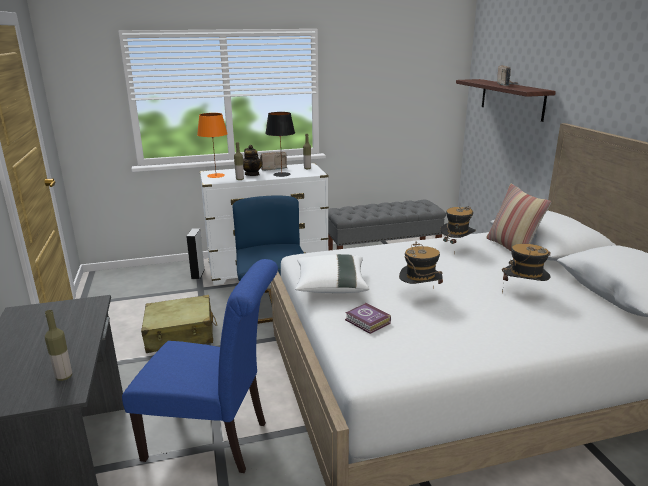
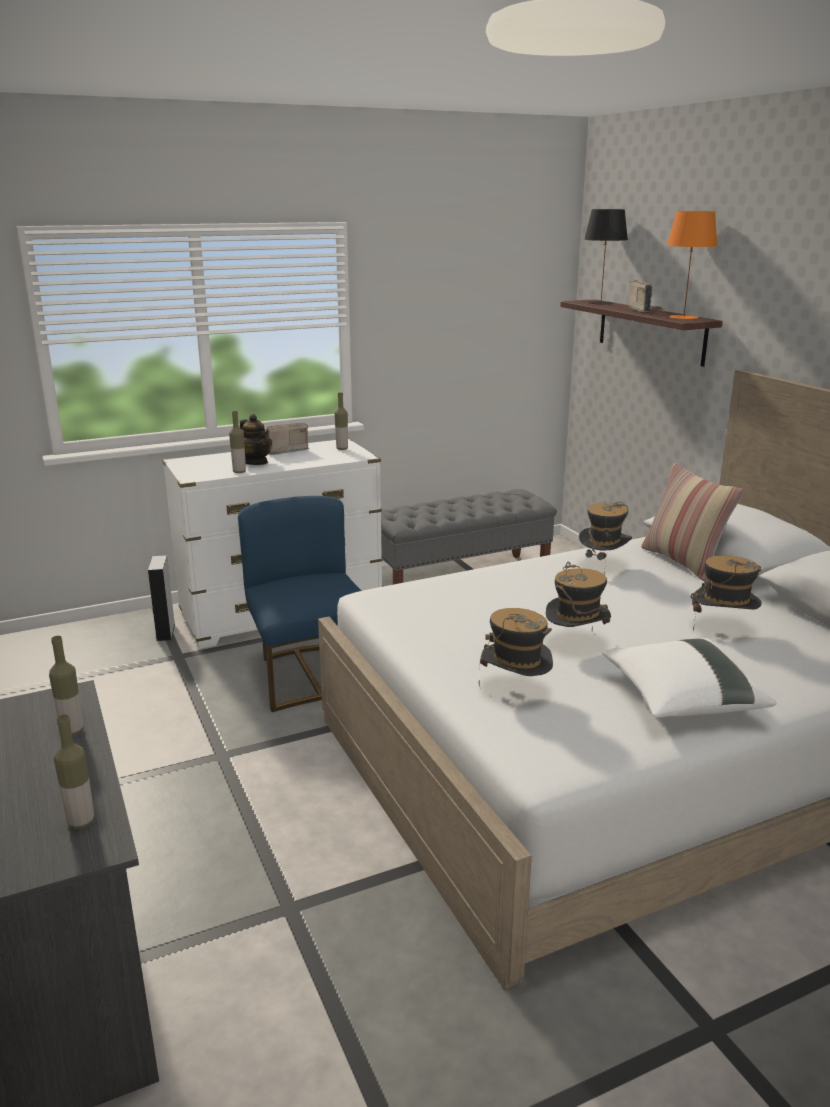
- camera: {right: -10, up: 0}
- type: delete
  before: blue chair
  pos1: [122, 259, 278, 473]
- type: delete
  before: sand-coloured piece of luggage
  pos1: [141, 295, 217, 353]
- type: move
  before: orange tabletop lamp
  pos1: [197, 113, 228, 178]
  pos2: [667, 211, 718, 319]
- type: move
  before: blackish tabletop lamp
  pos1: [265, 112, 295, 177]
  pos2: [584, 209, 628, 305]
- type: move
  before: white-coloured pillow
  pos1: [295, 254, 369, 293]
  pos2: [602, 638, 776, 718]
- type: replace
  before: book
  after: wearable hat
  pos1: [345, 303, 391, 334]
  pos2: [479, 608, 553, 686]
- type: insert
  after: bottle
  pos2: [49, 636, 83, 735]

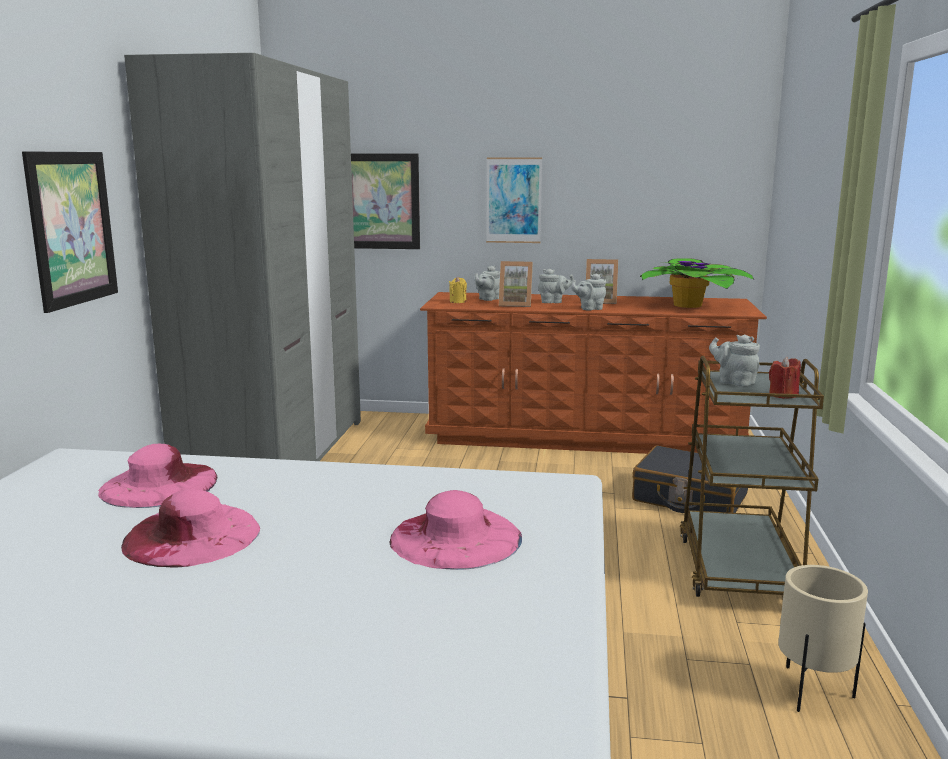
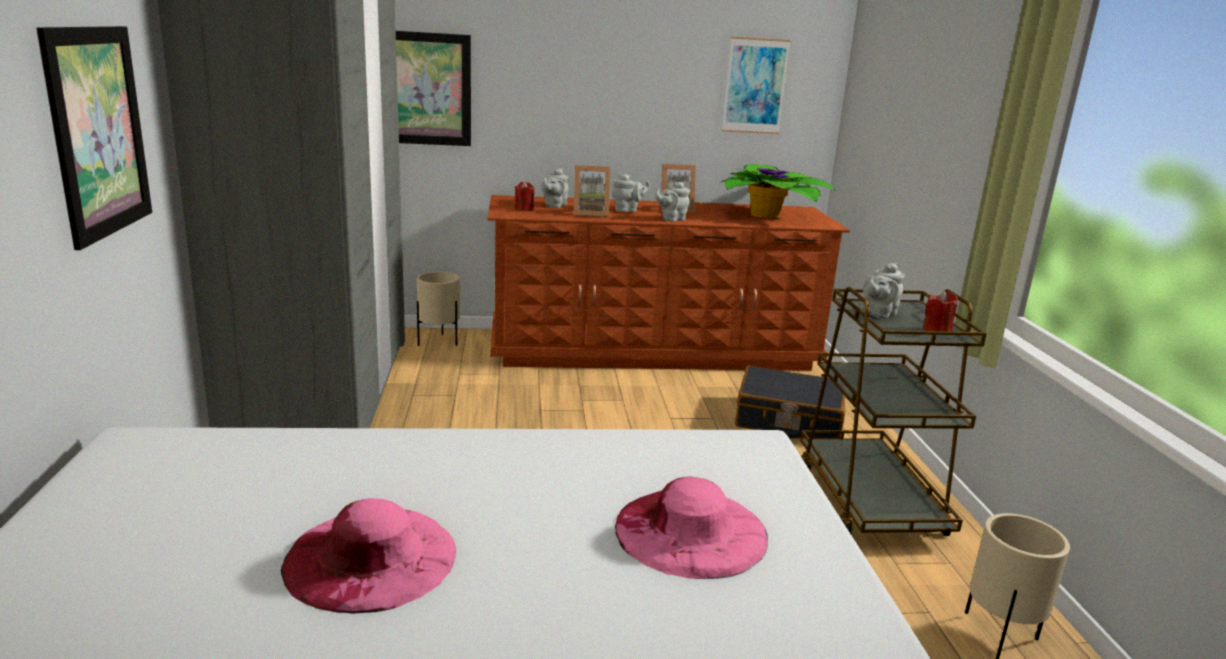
- camera: {right: -15, up: 5}
- type: delete
  before: pink wearable hat
  pos1: [98, 444, 218, 508]
- type: recolor
  before: yellow wax candle
  after: reddish wax candle
  pos1: [449, 277, 467, 303]
  pos2: [515, 181, 535, 211]
- type: move
  before: picture
  pos1: [486, 157, 542, 243]
  pos2: [722, 37, 791, 134]
- type: rotate
  before: grey tea pot
  pos1: [709, 334, 760, 387]
  pos2: [863, 263, 905, 319]
  turn: -75
- type: insert
  after: sand-coloured plant pot
  pos2: [417, 272, 460, 346]

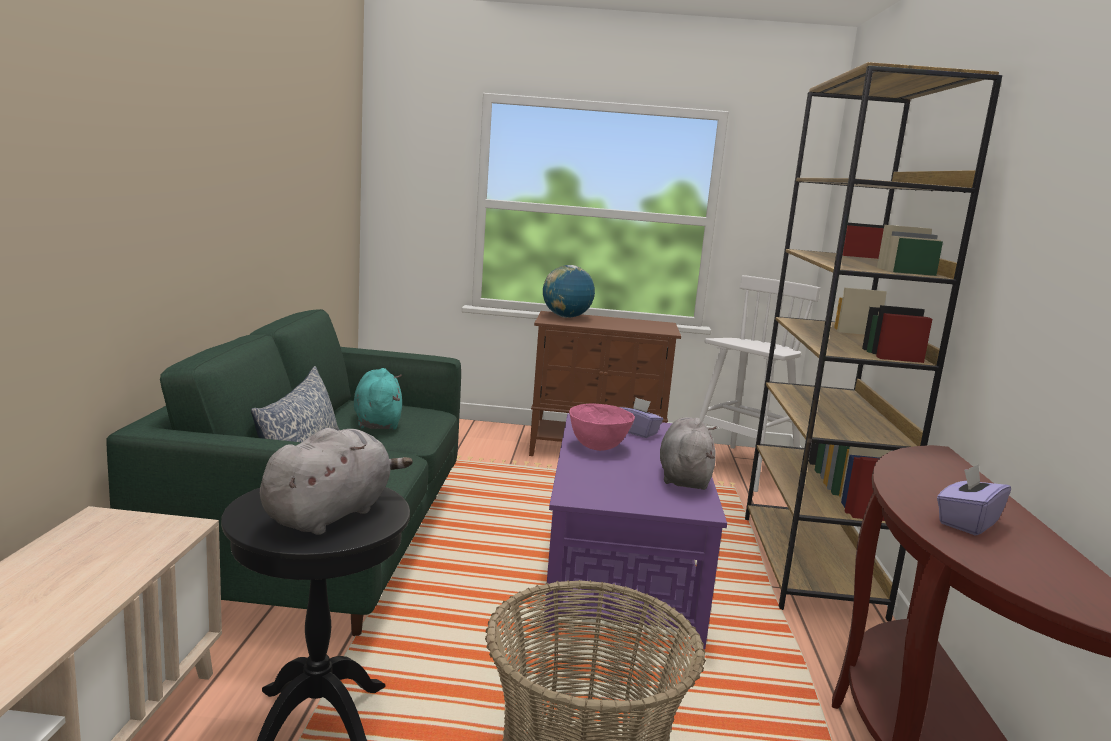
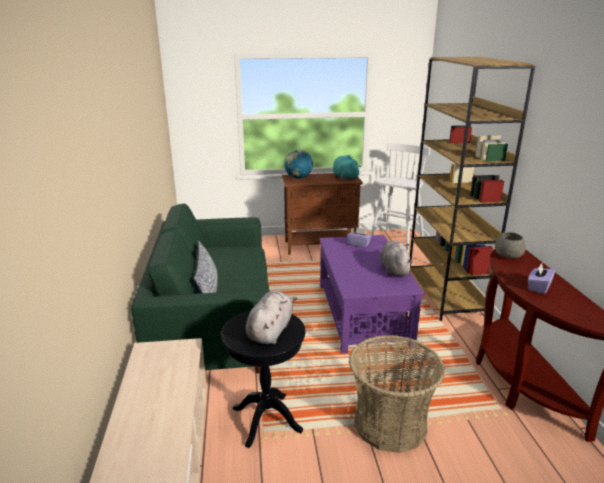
- camera: {right: -10, up: 10}
- type: move
  before: blue-green plush toy
  pos1: [354, 368, 402, 430]
  pos2: [333, 155, 361, 181]
- type: delete
  before: pink deep dish
  pos1: [569, 403, 635, 451]
- type: insert
  after: grey deep dish
  pos2: [495, 232, 526, 259]

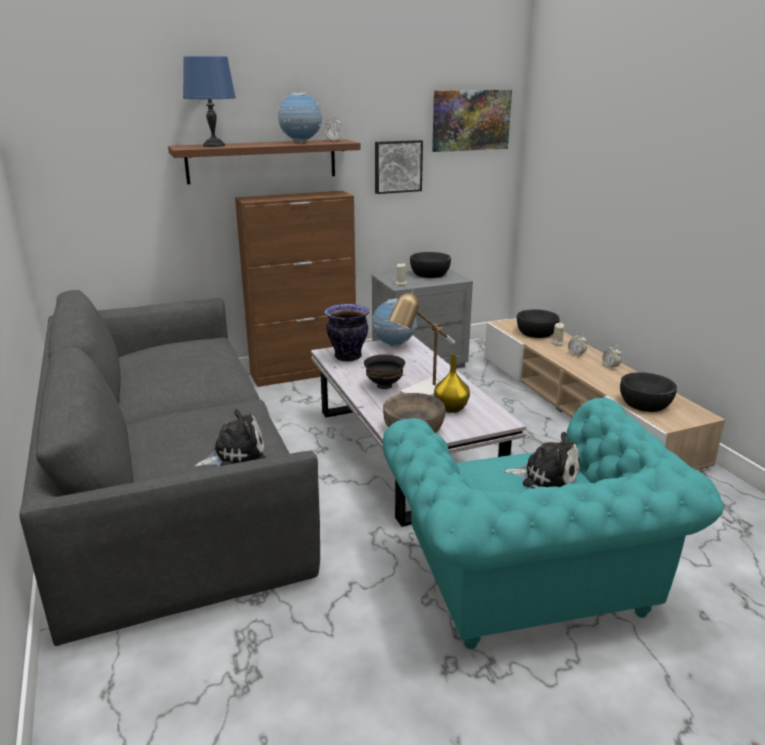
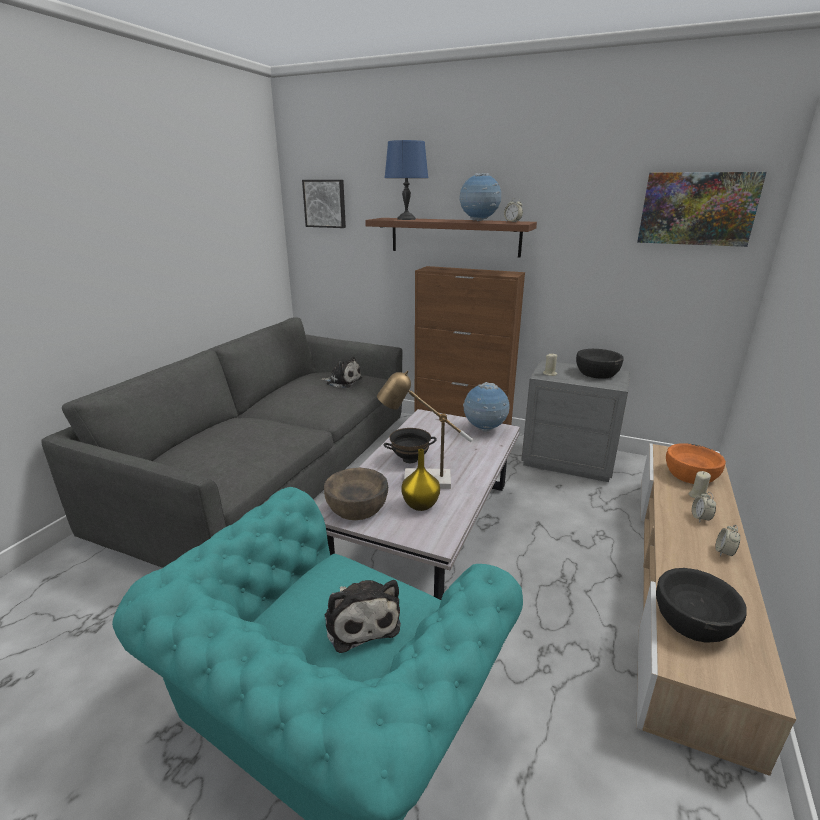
- camera: {right: 45, up: 0}
- type: move
  before: plush toy
  pos1: [195, 409, 266, 467]
  pos2: [321, 356, 362, 388]
- type: delete
  before: flower vase
  pos1: [324, 304, 369, 362]
- type: move
  before: picture
  pos1: [375, 140, 423, 194]
  pos2: [302, 180, 346, 228]
- type: recolor
  before: blackish deep dish
  after: orange deep dish
  pos1: [517, 309, 559, 338]
  pos2: [666, 443, 726, 484]

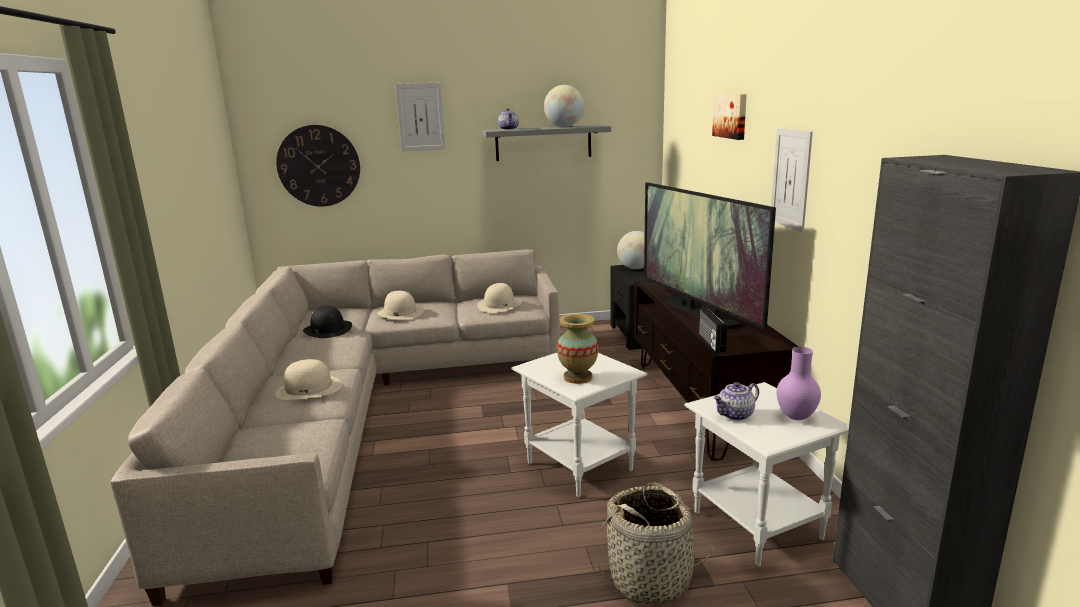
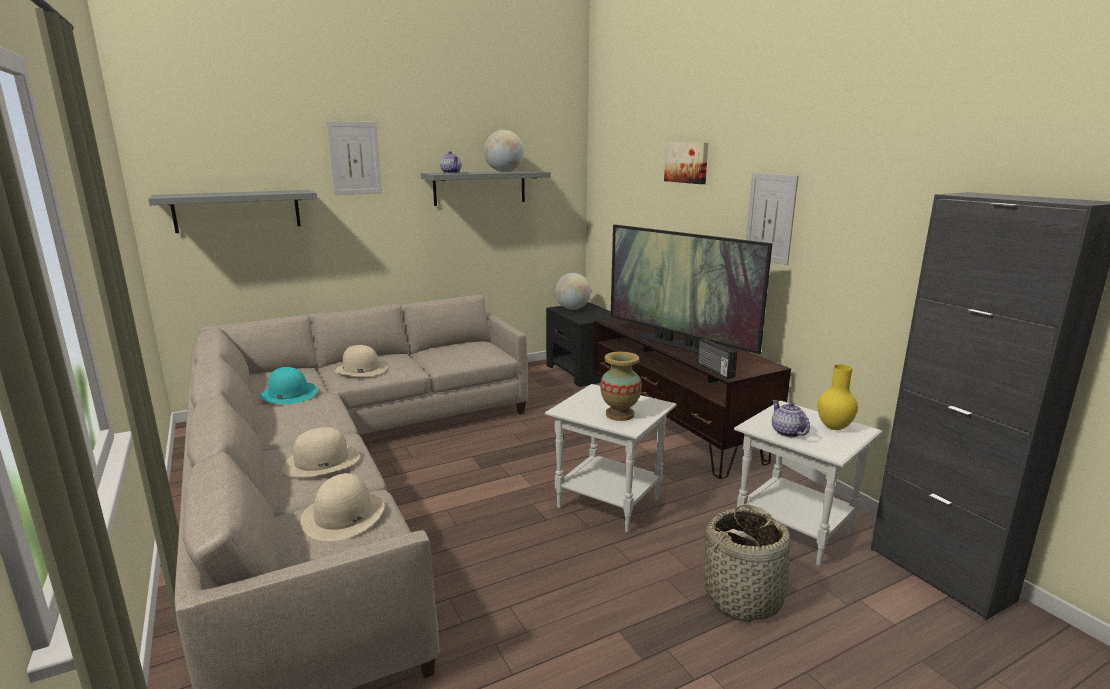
- camera: {right: -20, up: 0}
- type: replace
  before: wall clock
  after: grey shelf
  pos1: [276, 125, 360, 207]
  pos2: [148, 190, 317, 233]
- type: recolor
  before: blackish wearable hat
  after: blue-green wearable hat
  pos1: [303, 305, 352, 338]
  pos2: [259, 367, 317, 404]
- type: move
  before: sand-coloured wearable hat
  pos1: [477, 283, 521, 313]
  pos2: [301, 473, 385, 541]
- type: rotate
  before: tea pot
  pos1: [713, 382, 759, 421]
  pos2: [772, 400, 810, 437]
  turn: 120
- type: recolor
  before: purple-coloured flower vase
  after: yellow flower vase
  pos1: [777, 347, 821, 420]
  pos2: [817, 364, 858, 430]

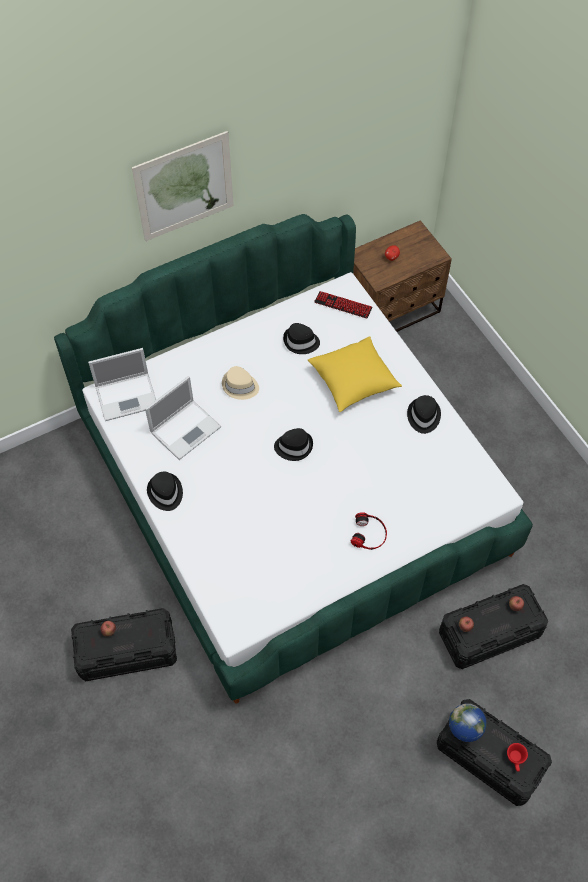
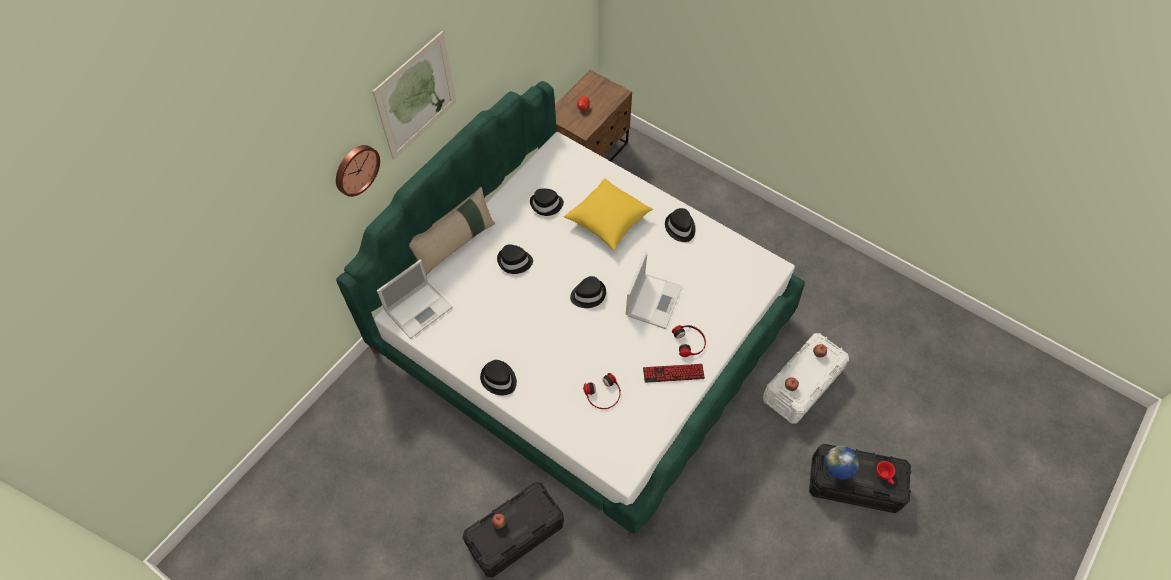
- camera: {right: -25, up: 0}
- type: move
  before: notebook computer
  pos1: [145, 376, 221, 460]
  pos2: [626, 252, 682, 329]
- type: recolor
  before: sand-coloured wearable hat
  after: blackish wearable hat
  pos1: [222, 366, 259, 400]
  pos2: [497, 245, 533, 274]
- type: move
  before: PC keyboard
  pos1: [314, 291, 373, 319]
  pos2: [643, 364, 705, 383]
- type: recolor
  before: blackish storage bin
  after: white-coloured storage bin
  pos1: [439, 584, 548, 669]
  pos2: [763, 333, 849, 424]
- type: insert
  after: wall clock
  pos2: [336, 145, 380, 197]
- type: insert
  after: sand-coloured pillow
  pos2: [409, 187, 495, 275]
- type: insert
  after: headphones
  pos2: [583, 373, 621, 409]

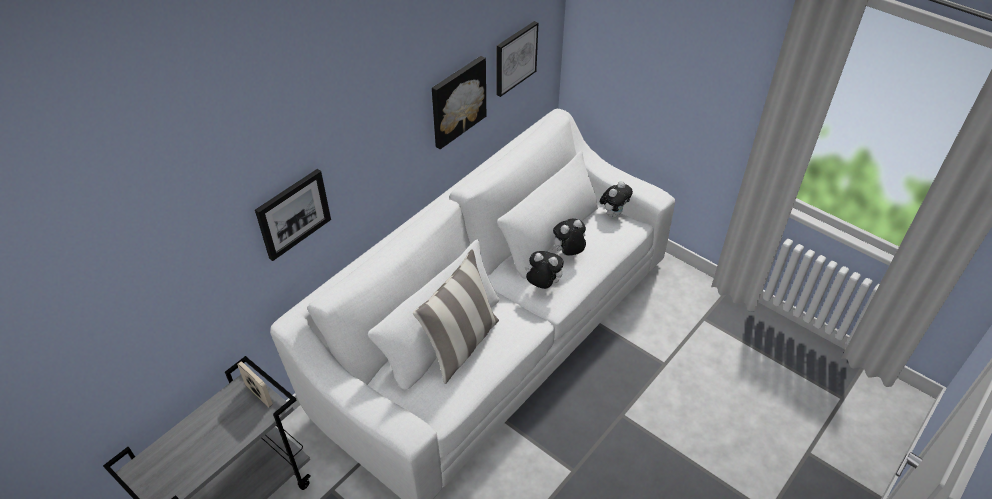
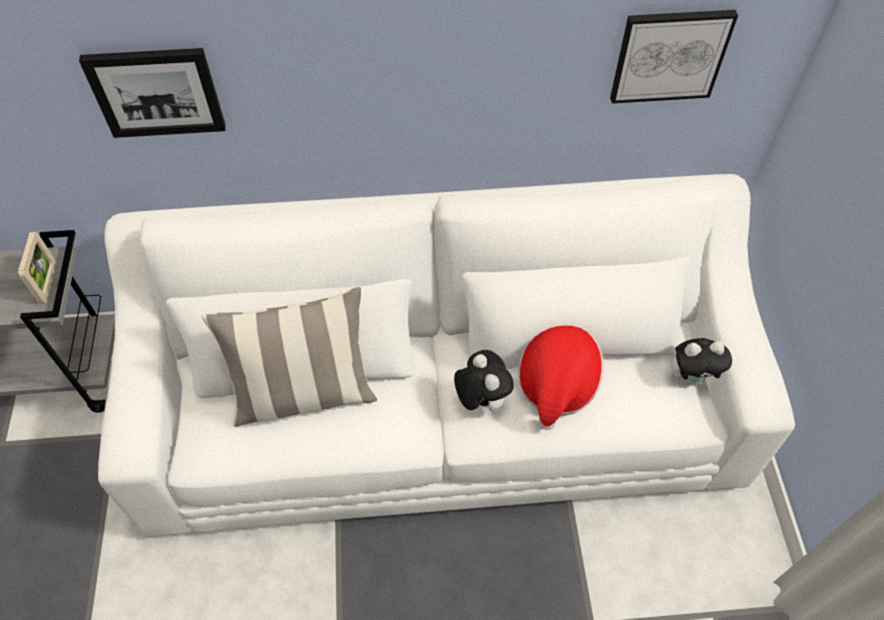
- camera: {right: 45, up: 10}
- type: delete
  before: picture
  pos1: [432, 56, 486, 149]
- type: replace
  before: plush toy
  after: wearable hat
  pos1: [551, 219, 586, 256]
  pos2: [518, 326, 604, 430]

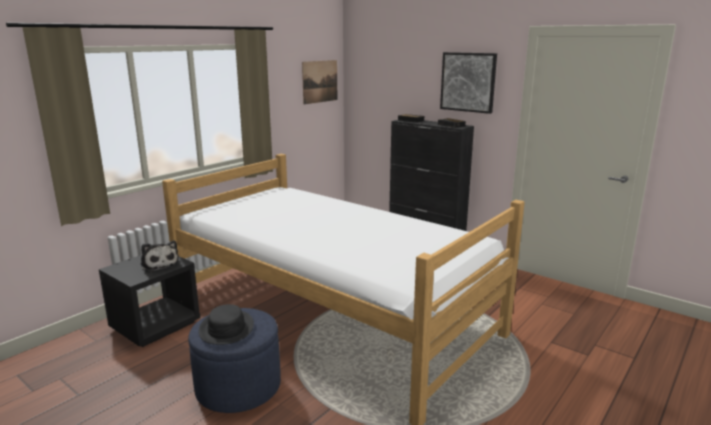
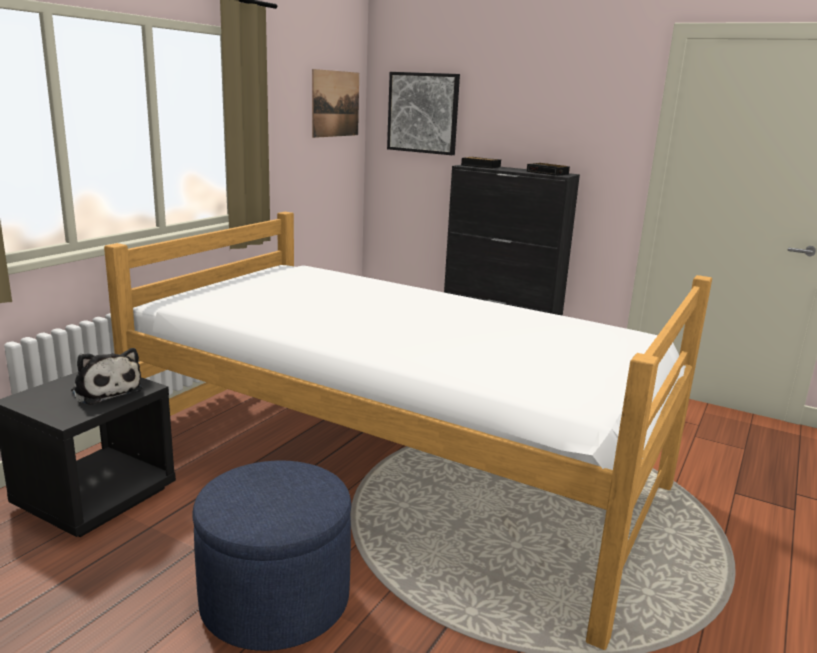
- camera: {right: -10, up: 0}
- type: delete
  before: blackish wearable hat
  pos1: [199, 304, 254, 345]
- type: move
  before: picture
  pos1: [440, 52, 497, 114]
  pos2: [387, 72, 460, 155]

